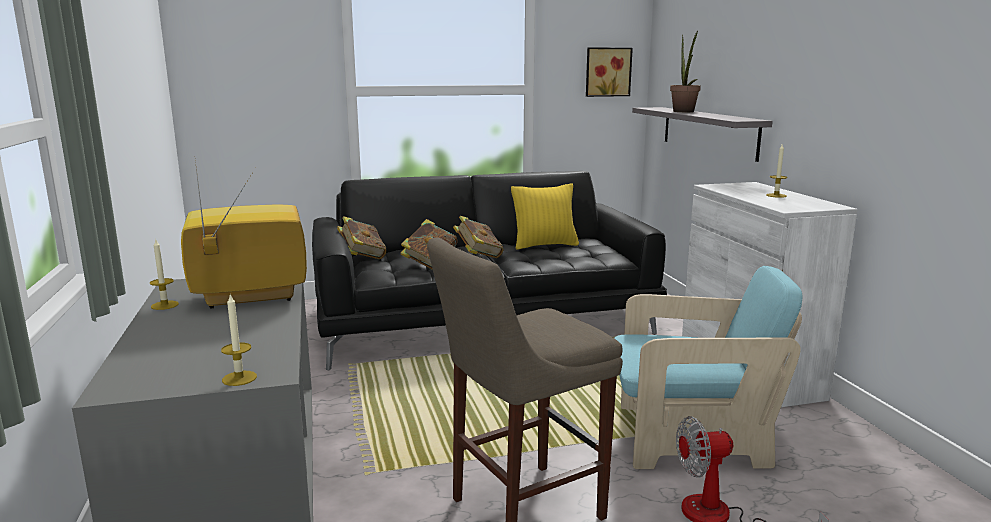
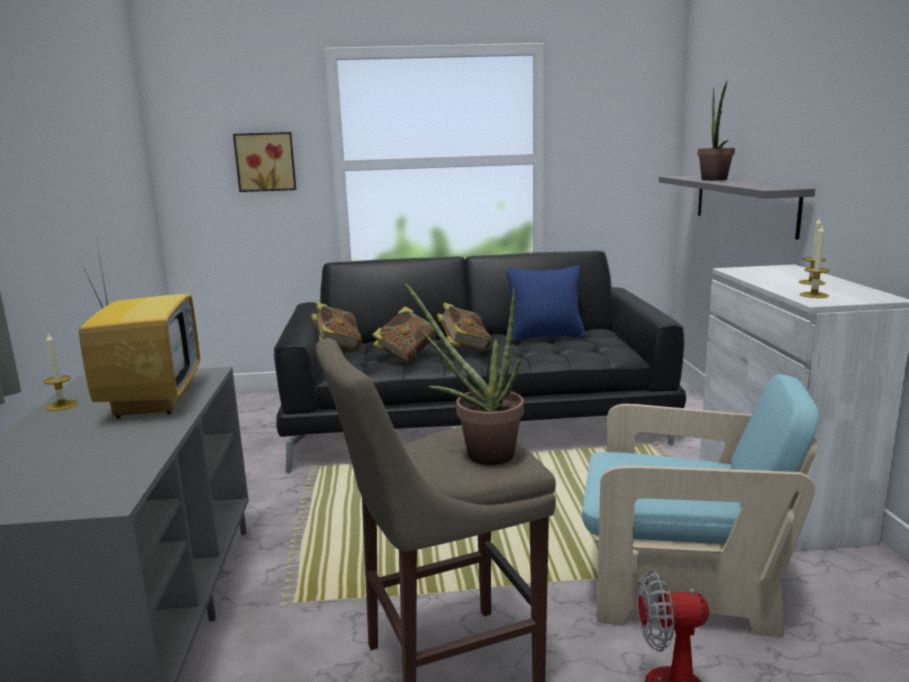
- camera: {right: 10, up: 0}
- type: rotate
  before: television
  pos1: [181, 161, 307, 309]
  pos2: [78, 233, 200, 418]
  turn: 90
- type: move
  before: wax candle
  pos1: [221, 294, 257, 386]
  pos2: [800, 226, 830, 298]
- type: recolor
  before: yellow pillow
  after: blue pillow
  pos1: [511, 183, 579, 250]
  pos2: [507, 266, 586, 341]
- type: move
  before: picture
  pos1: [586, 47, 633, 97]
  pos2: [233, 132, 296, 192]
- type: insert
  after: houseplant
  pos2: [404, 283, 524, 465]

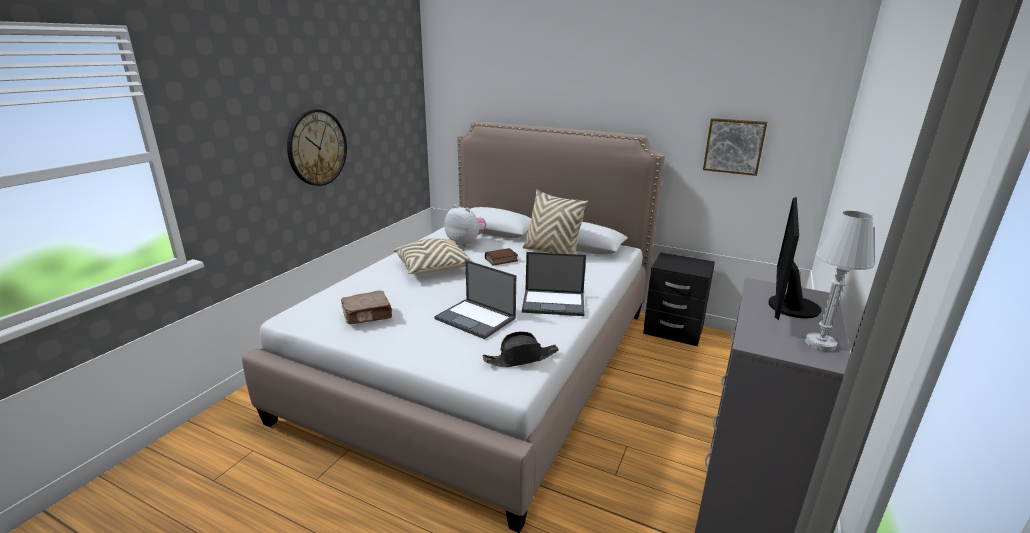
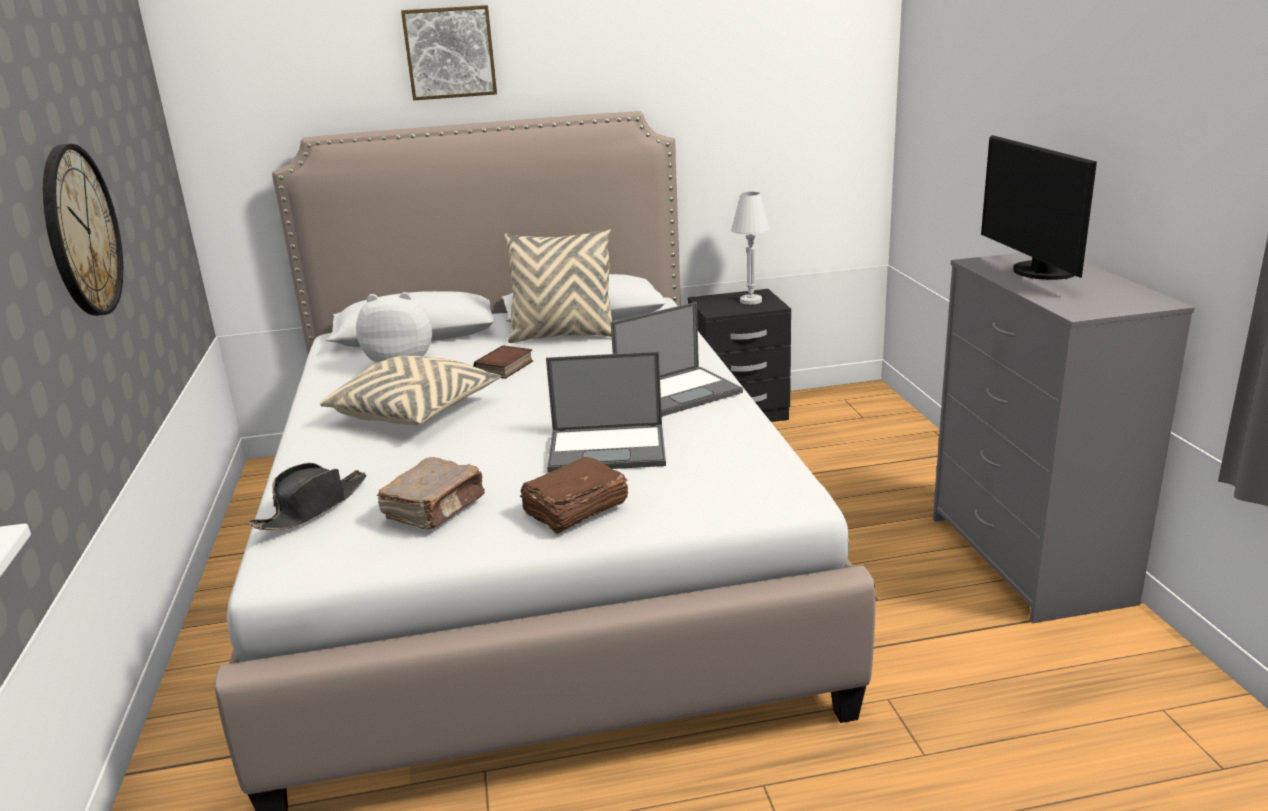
- camera: {right: -35, up: 0}
- type: move
  before: blackish wearable hat
  pos1: [483, 331, 559, 367]
  pos2: [248, 463, 367, 530]
- type: move
  before: picture
  pos1: [703, 118, 767, 176]
  pos2: [401, 5, 497, 101]
- type: move
  before: white-coloured tabletop lamp
  pos1: [805, 211, 875, 351]
  pos2: [731, 192, 770, 305]
- type: insert
  after: brownish book
  pos2: [520, 457, 628, 534]

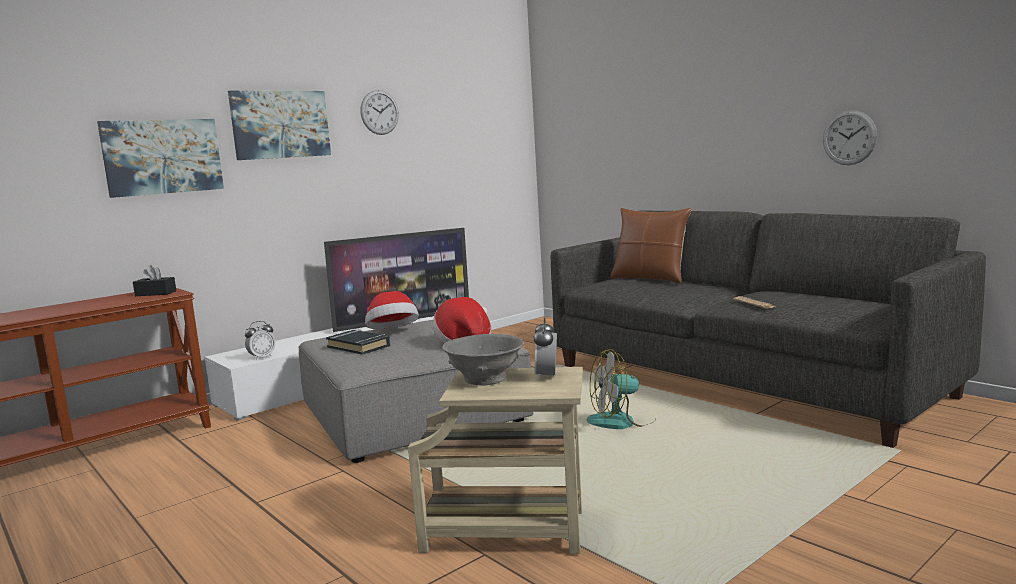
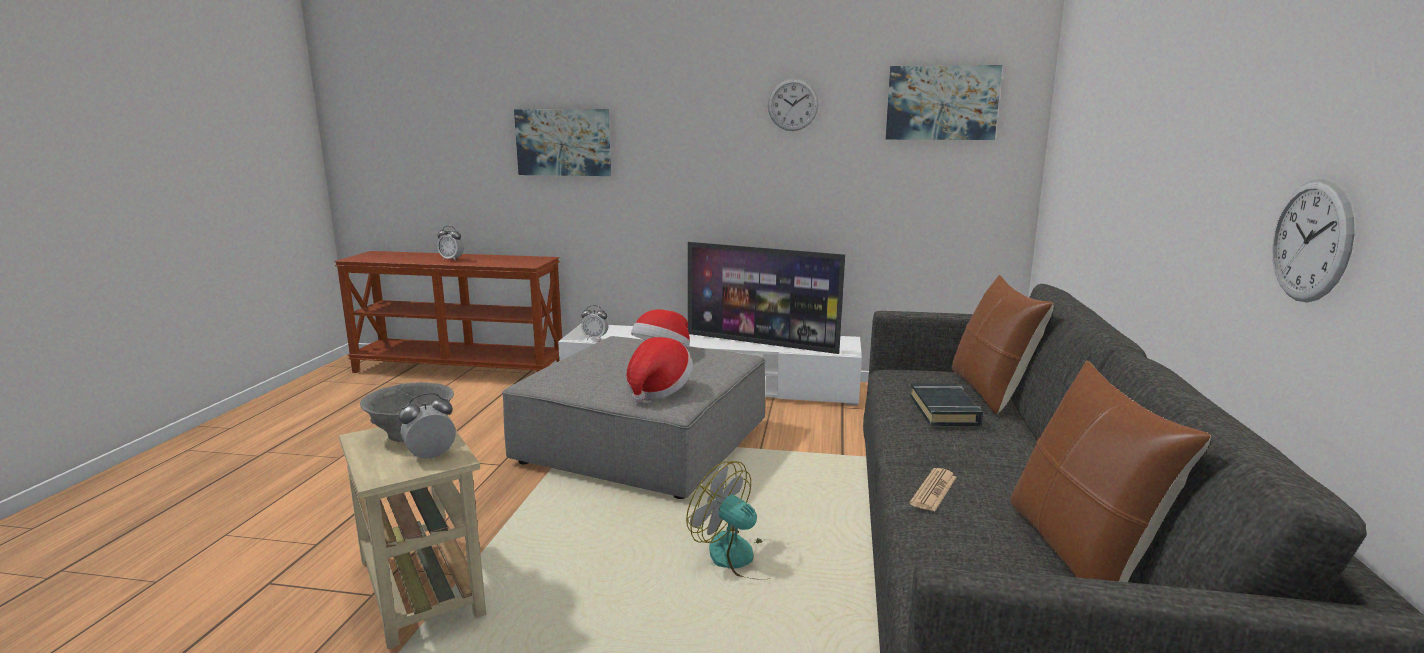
- camera: {right: 50, up: 5}
- type: delete
  before: blackish box of tissues
  pos1: [133, 265, 176, 296]
- type: move
  before: picture
  pos1: [228, 90, 331, 160]
  pos2: [886, 65, 1002, 140]
- type: move
  before: blackish book
  pos1: [326, 330, 390, 355]
  pos2: [910, 383, 983, 426]
- type: insert
  after: table clock
  pos2: [437, 226, 464, 261]
- type: insert
  after: brownish pillow
  pos2: [1010, 361, 1211, 582]

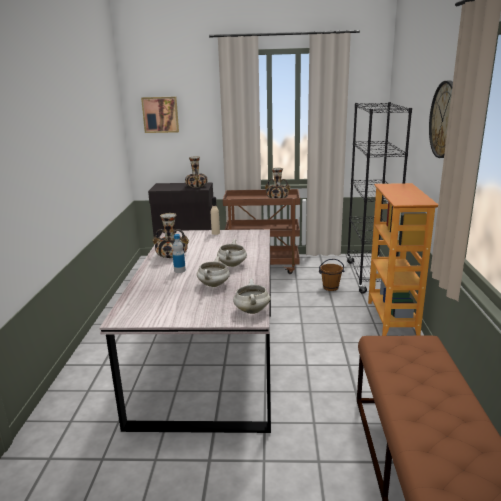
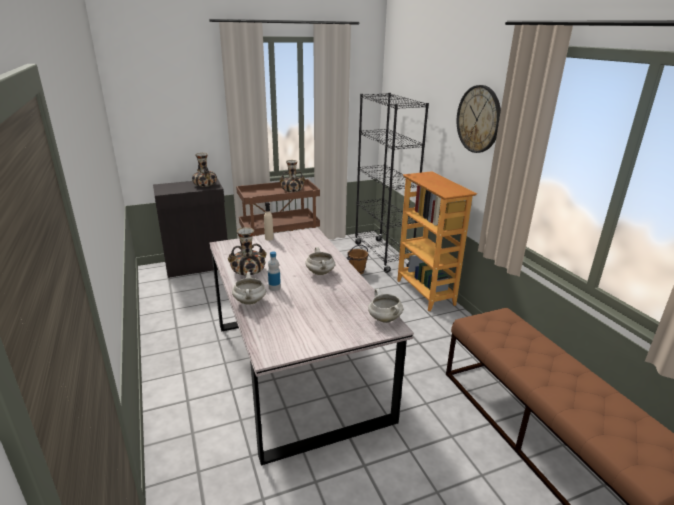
- camera: {right: -25, up: 5}
- type: delete
  before: picture
  pos1: [141, 97, 179, 133]
- type: move
  before: white-coloured cooking pot
  pos1: [197, 256, 230, 287]
  pos2: [232, 272, 266, 304]

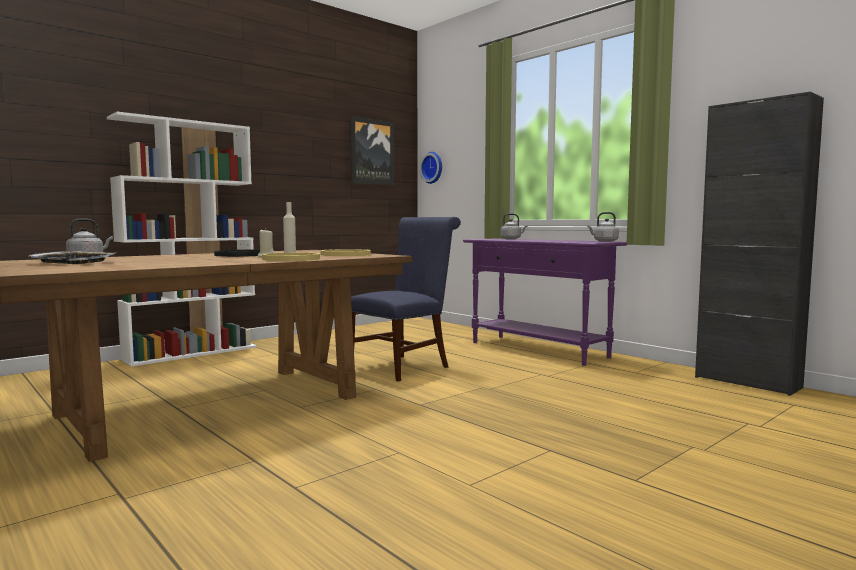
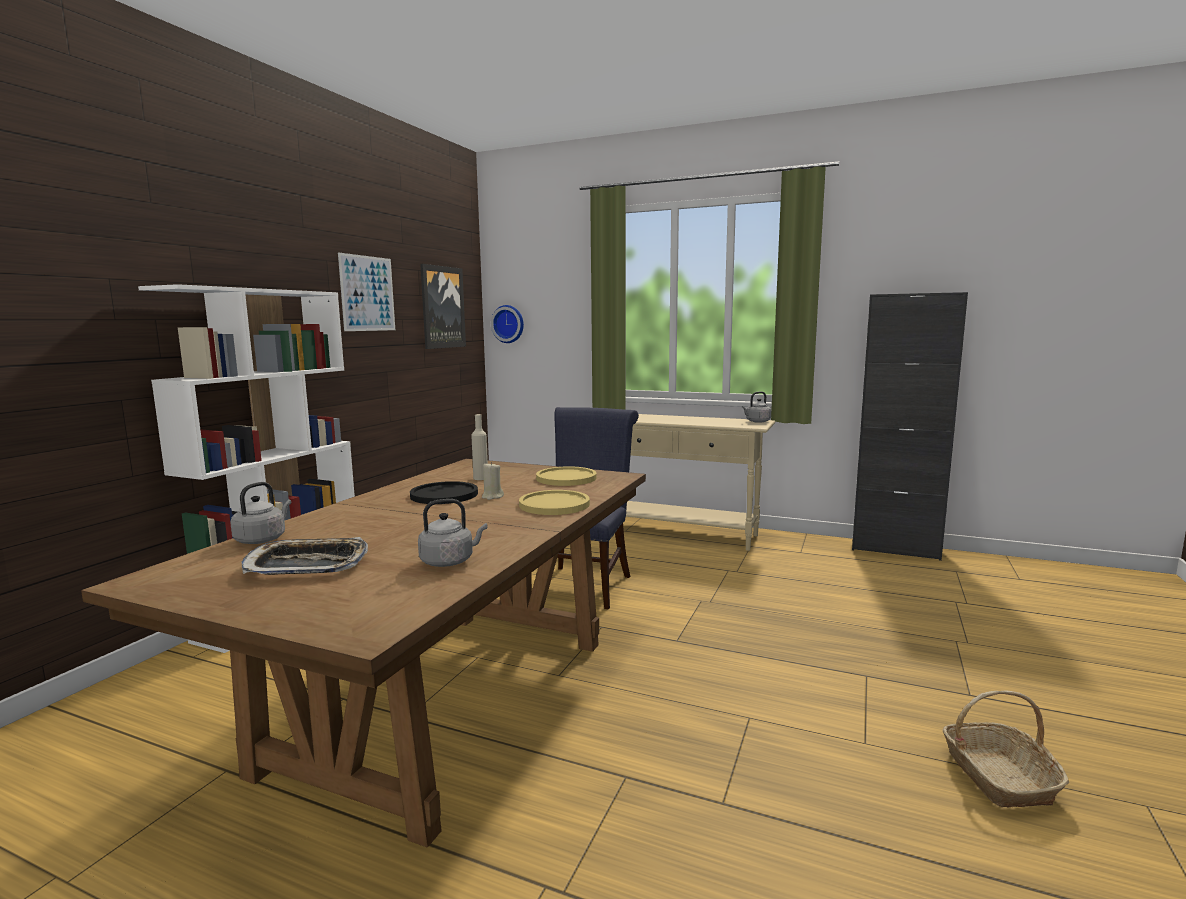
- camera: {right: -25, up: 5}
- type: recolor
  before: purple-coloured narrow table
  after: sand-coloured narrow table
  pos1: [463, 238, 627, 366]
  pos2: [626, 414, 775, 551]
- type: move
  before: grey tea kettle
  pos1: [500, 213, 527, 239]
  pos2: [418, 499, 488, 567]
- type: insert
  after: picture
  pos2: [338, 253, 395, 331]
- type: insert
  after: household basket
  pos2: [942, 690, 1069, 807]

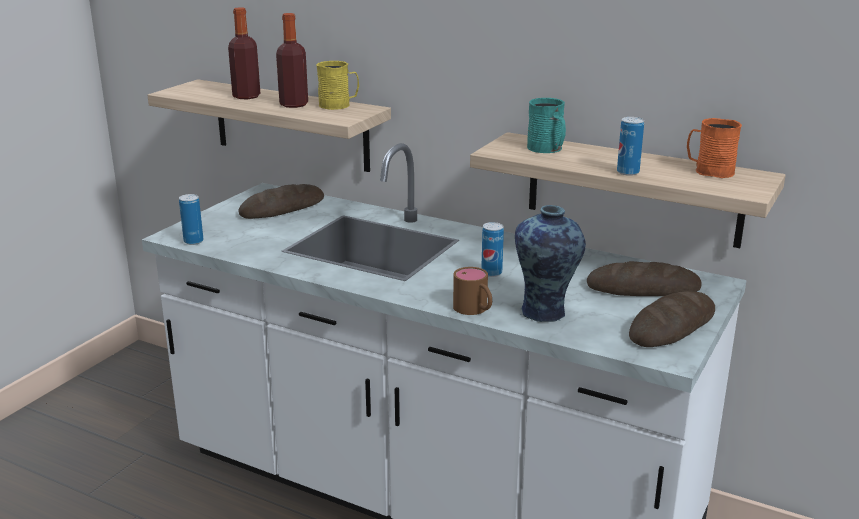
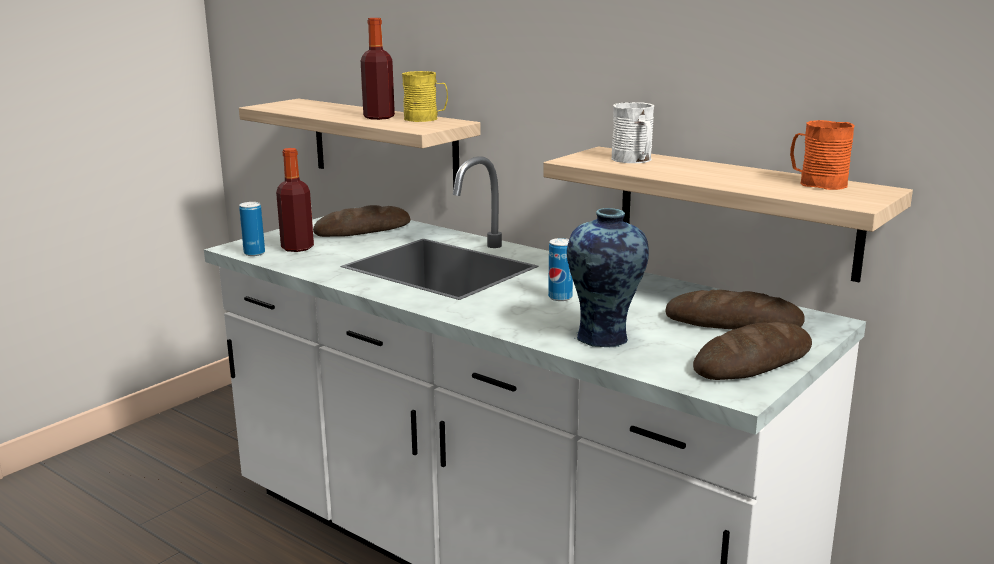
- camera: {right: 10, up: -5}
- type: move
  before: bottle
  pos1: [228, 7, 260, 99]
  pos2: [276, 148, 314, 252]
- type: delete
  before: brownish mug
  pos1: [453, 267, 492, 315]
- type: recolor
  before: blue-green mug
  after: white-coloured mug
  pos1: [527, 98, 566, 153]
  pos2: [612, 102, 654, 163]
- type: delete
  before: sealed can
  pos1: [617, 117, 644, 176]

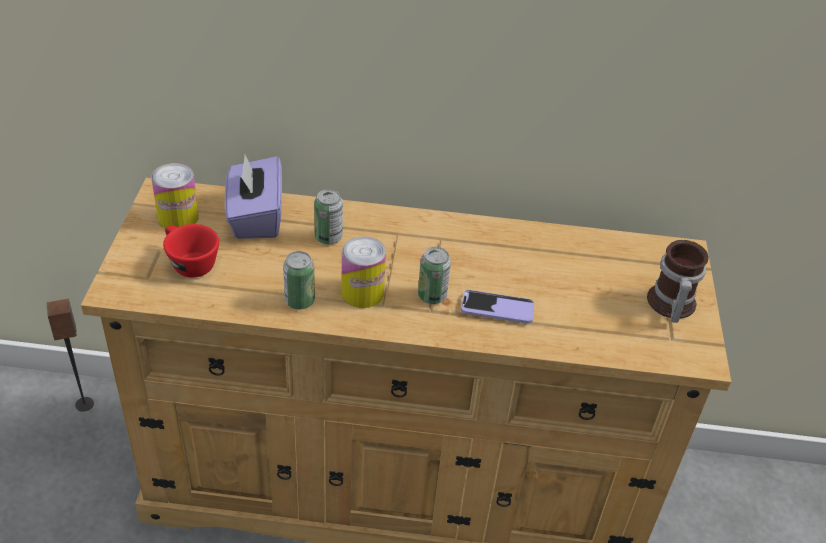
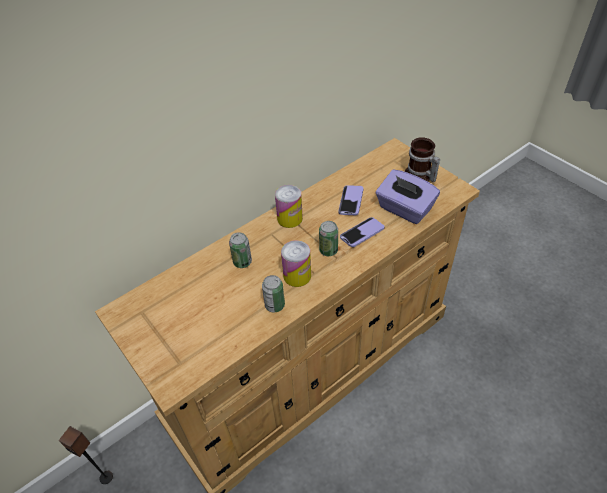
- camera: {right: -40, up: 5}
- type: move
  before: sealed can
  pos1: [151, 163, 199, 228]
  pos2: [275, 185, 303, 228]
- type: delete
  before: reddish small cup
  pos1: [163, 224, 219, 278]
- type: move
  before: purple-coloured box of tissues
  pos1: [225, 155, 282, 239]
  pos2: [376, 170, 440, 224]
- type: insert
  after: handset
  pos2: [338, 185, 364, 215]

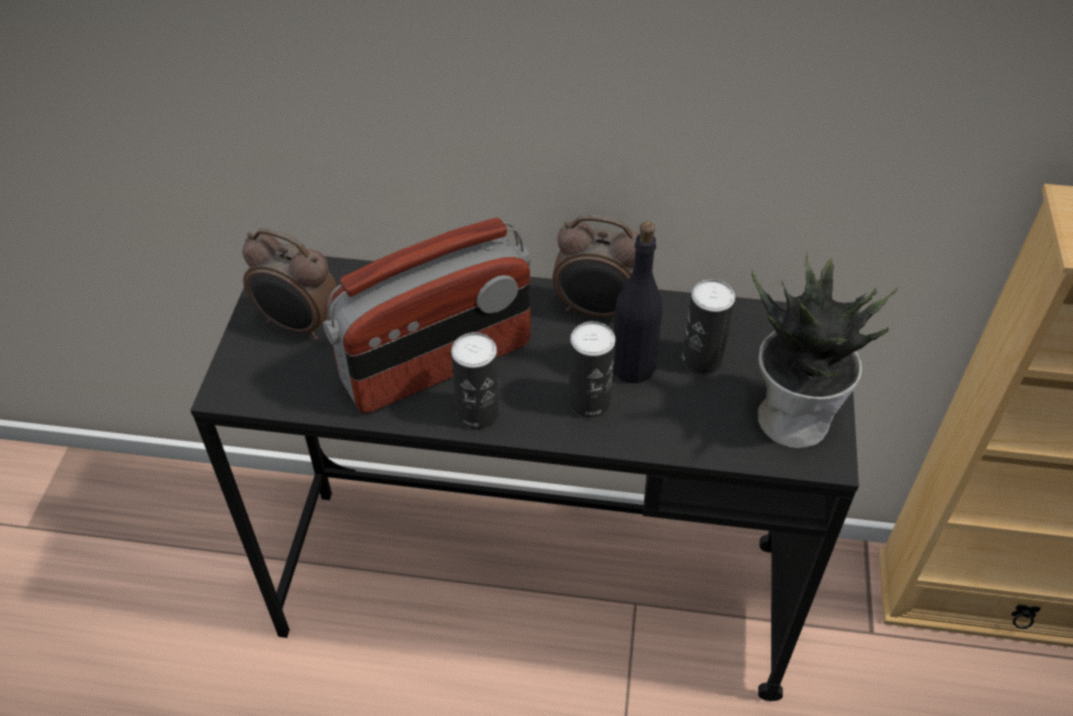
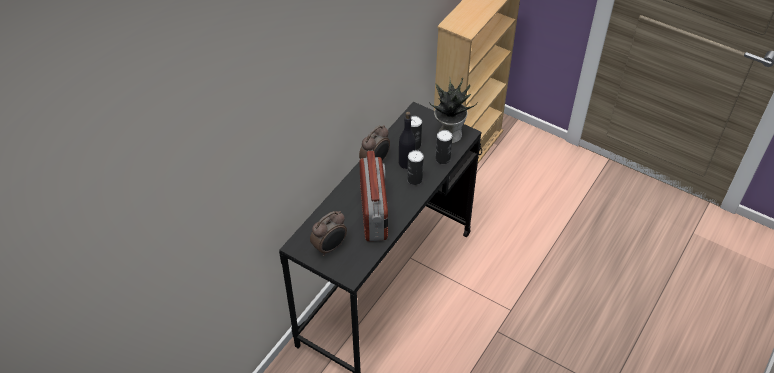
- camera: {right: -65, up: 0}
- type: move
  before: sealed can
  pos1: [451, 332, 499, 429]
  pos2: [435, 130, 452, 164]

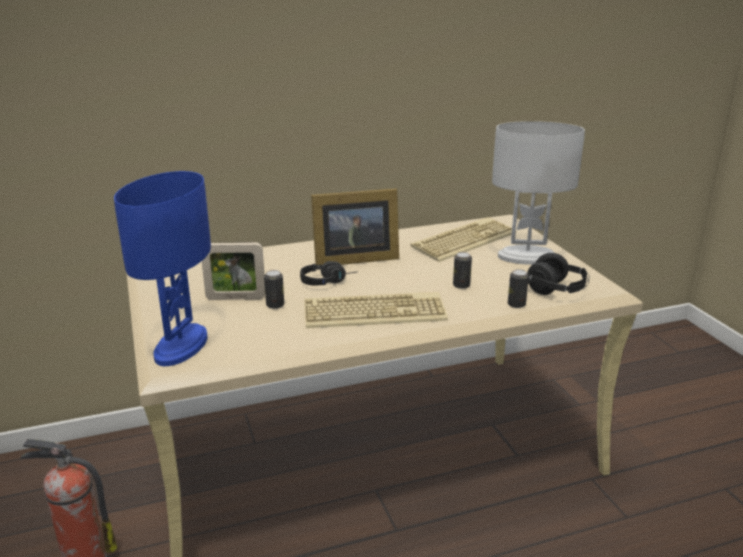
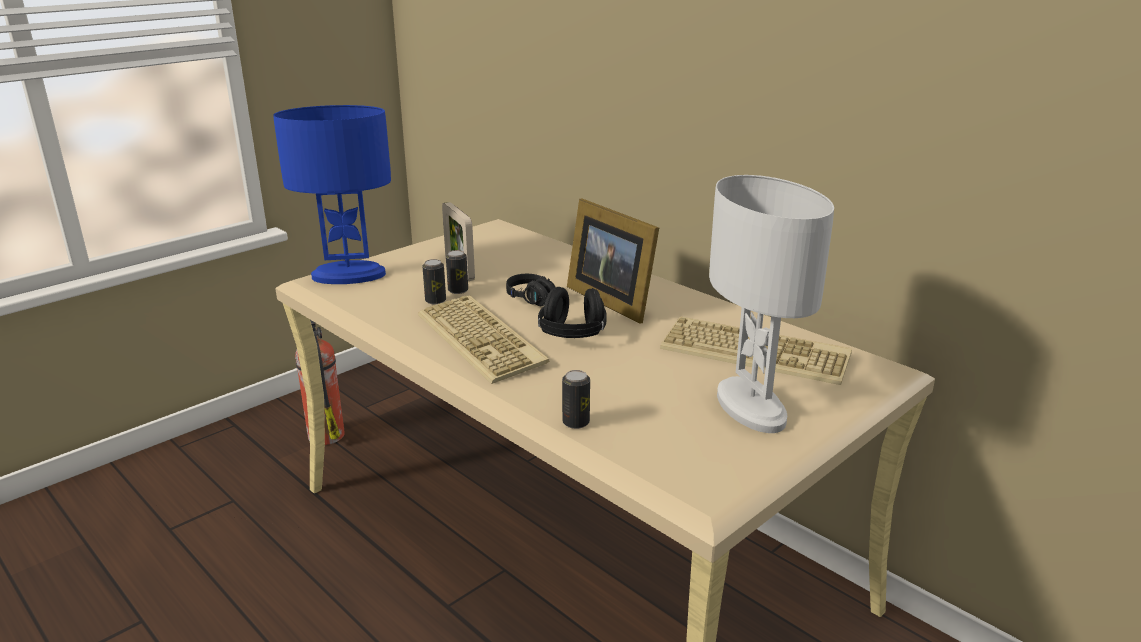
- camera: {right: 65, up: 0}
- type: move
  before: sealed can
  pos1: [453, 252, 472, 289]
  pos2: [422, 259, 446, 304]
- type: move
  before: blackish headphones
  pos1: [527, 253, 590, 295]
  pos2: [538, 287, 607, 338]

